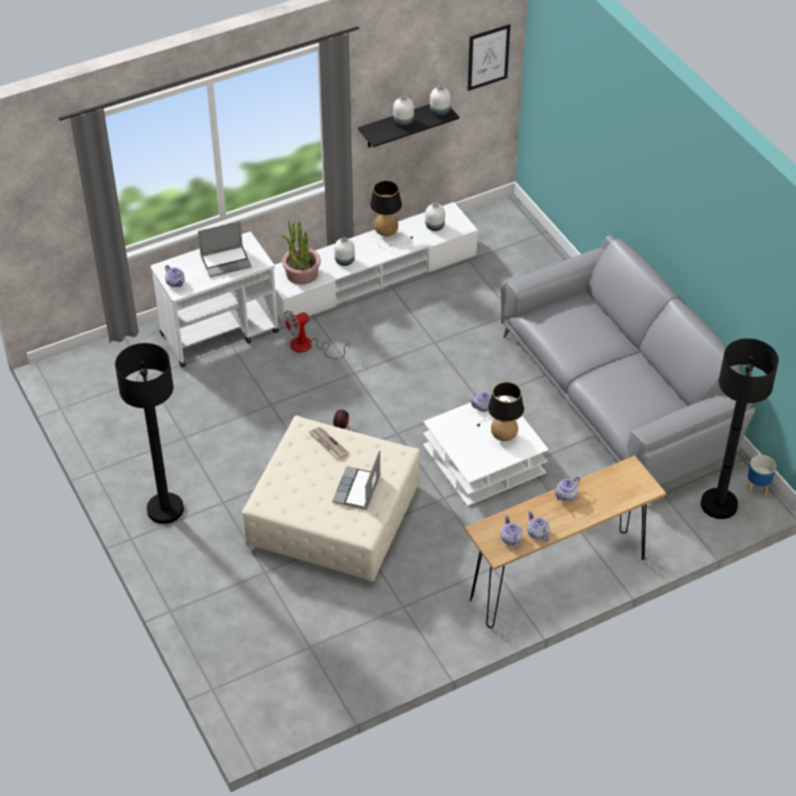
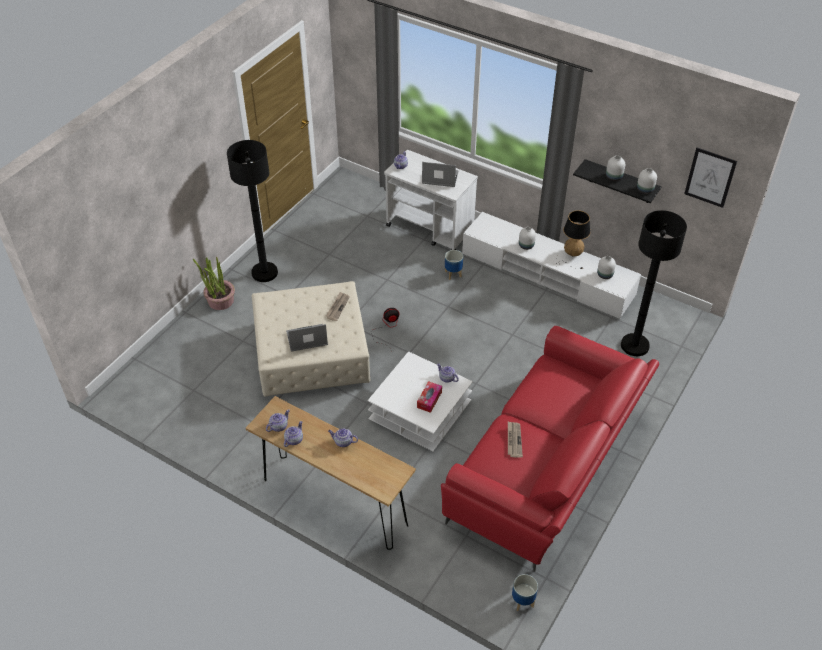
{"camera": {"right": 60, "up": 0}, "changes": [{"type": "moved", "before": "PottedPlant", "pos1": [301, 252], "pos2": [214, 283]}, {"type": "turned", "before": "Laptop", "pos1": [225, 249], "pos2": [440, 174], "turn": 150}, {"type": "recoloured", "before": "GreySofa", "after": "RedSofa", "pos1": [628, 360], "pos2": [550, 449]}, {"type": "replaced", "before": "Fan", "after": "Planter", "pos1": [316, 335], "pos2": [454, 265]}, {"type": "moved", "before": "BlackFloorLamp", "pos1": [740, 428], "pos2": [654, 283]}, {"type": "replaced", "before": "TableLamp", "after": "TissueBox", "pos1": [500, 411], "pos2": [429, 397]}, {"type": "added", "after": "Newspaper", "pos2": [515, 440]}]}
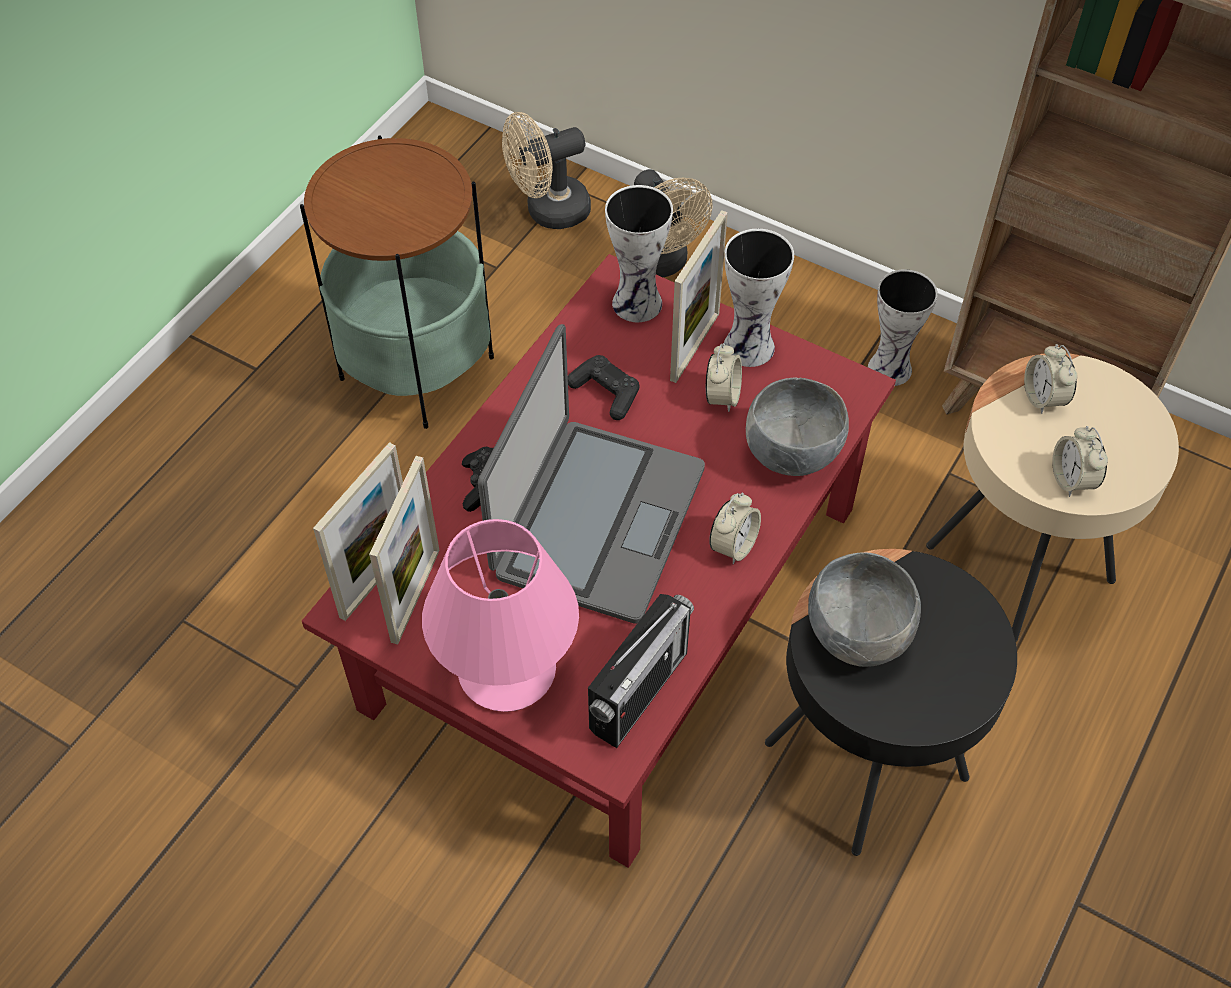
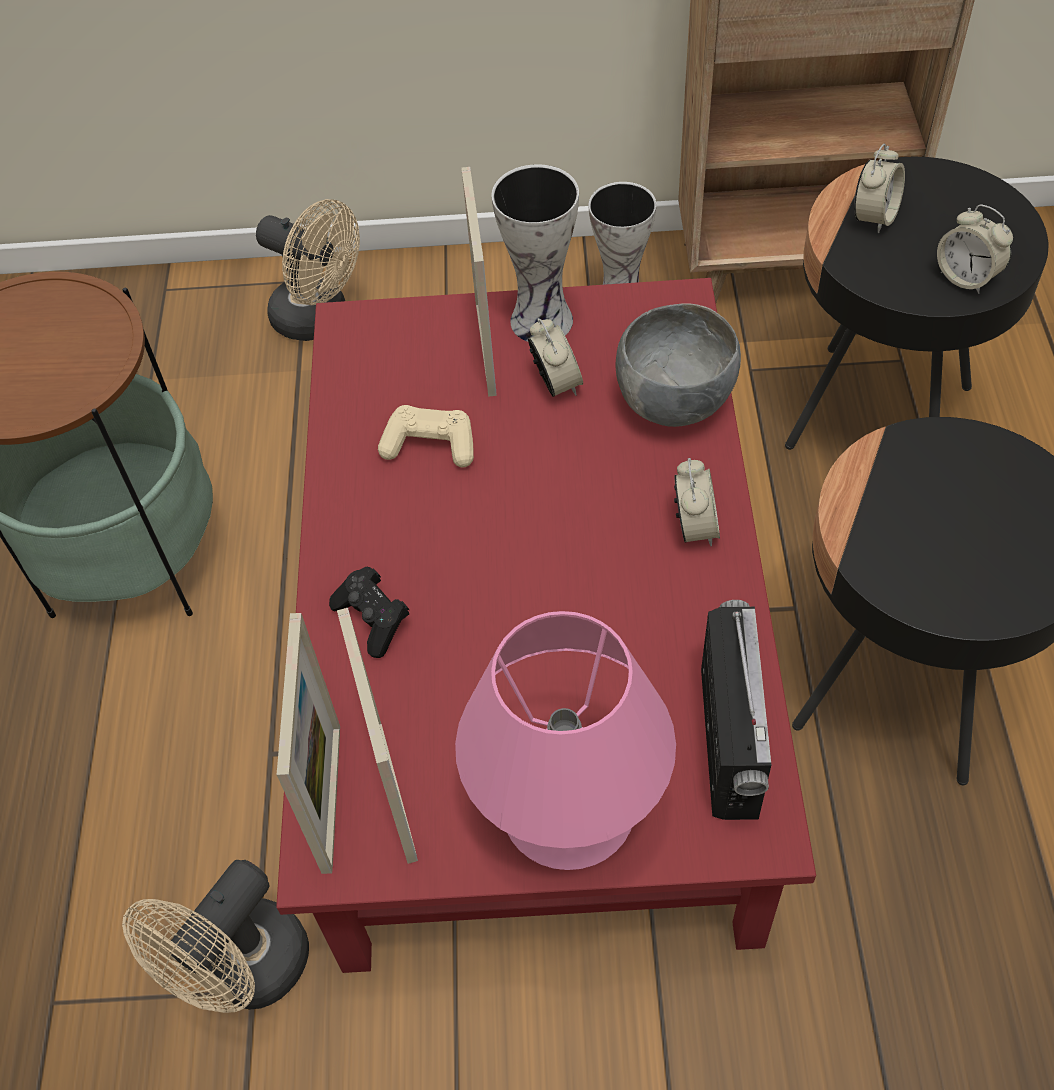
{"camera": {"right": -30, "up": 0}, "changes": [{"type": "moved", "before": "BeigeFan", "pos1": [546, 170], "pos2": [215, 936]}, {"type": "removed", "before": "Vase", "pos1": [639, 253]}, {"type": "removed", "before": "Laptop", "pos1": [591, 474]}, {"type": "turned", "before": "AlarmClock", "pos1": [1050, 379], "pos2": [879, 188], "turn": -105}, {"type": "recoloured", "before": "BeigeSideTable", "after": "BlackSideTable", "pos1": [1052, 497], "pos2": [916, 303]}, {"type": "recoloured", "before": "BlackGameController", "after": "BeigeGameController", "pos1": [603, 387], "pos2": [426, 436]}, {"type": "removed", "before": "GreyBowl", "pos1": [864, 609]}]}
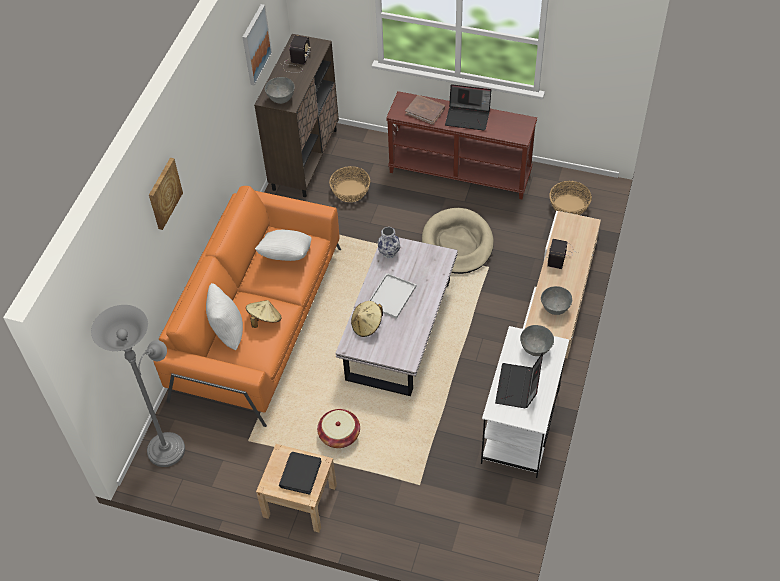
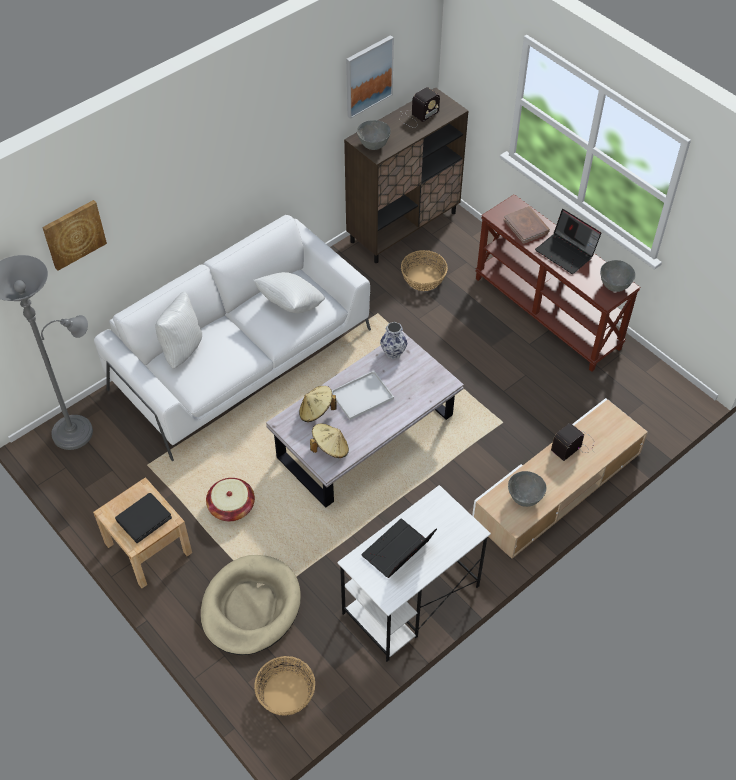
{"camera": {"right": 30, "up": 0}, "changes": [{"type": "moved", "before": "Picture", "pos1": [166, 194], "pos2": [74, 235]}, {"type": "moved", "before": "Basket", "pos1": [570, 198], "pos2": [284, 686]}, {"type": "recoloured", "before": "OrangeSofa", "after": "WhiteSofa", "pos1": [247, 306], "pos2": [232, 338]}, {"type": "moved", "before": "BeigeDogBed", "pos1": [458, 241], "pos2": [251, 605]}, {"type": "moved", "before": "BeigeHat", "pos1": [263, 314], "pos2": [329, 441]}, {"type": "moved", "before": "GreyBowl", "pos1": [537, 340], "pos2": [618, 276]}]}
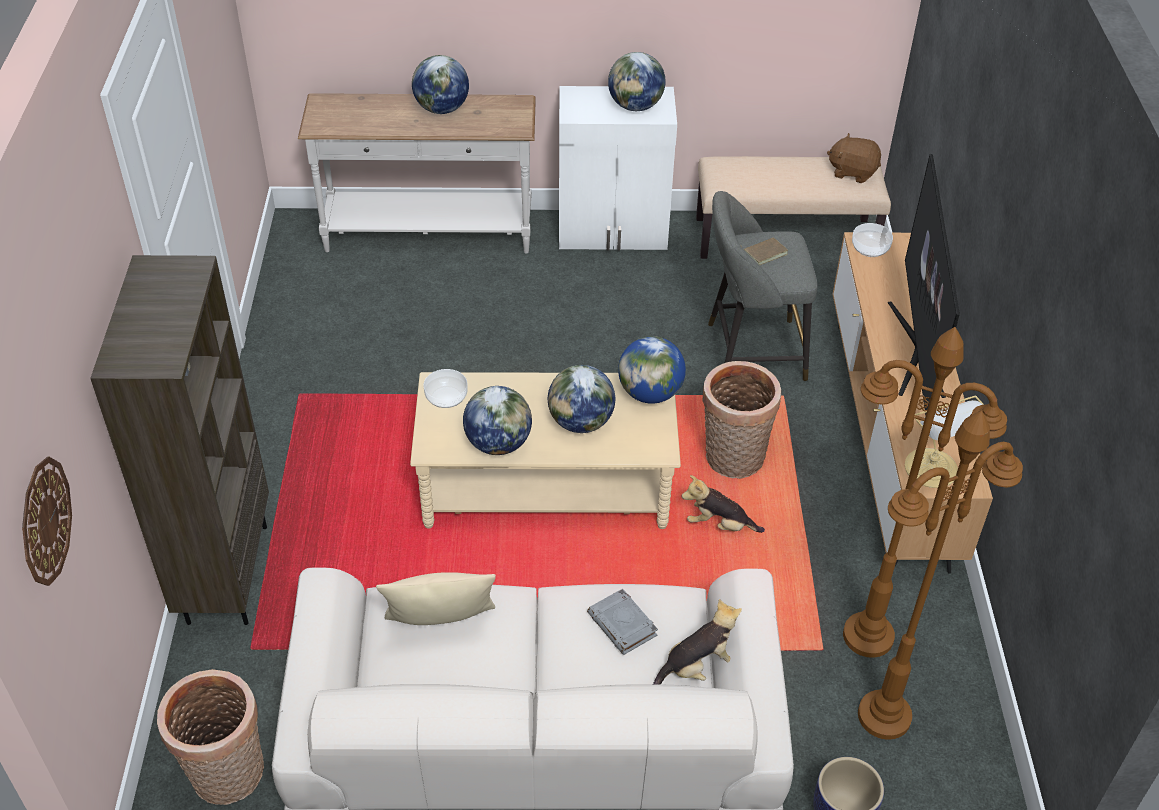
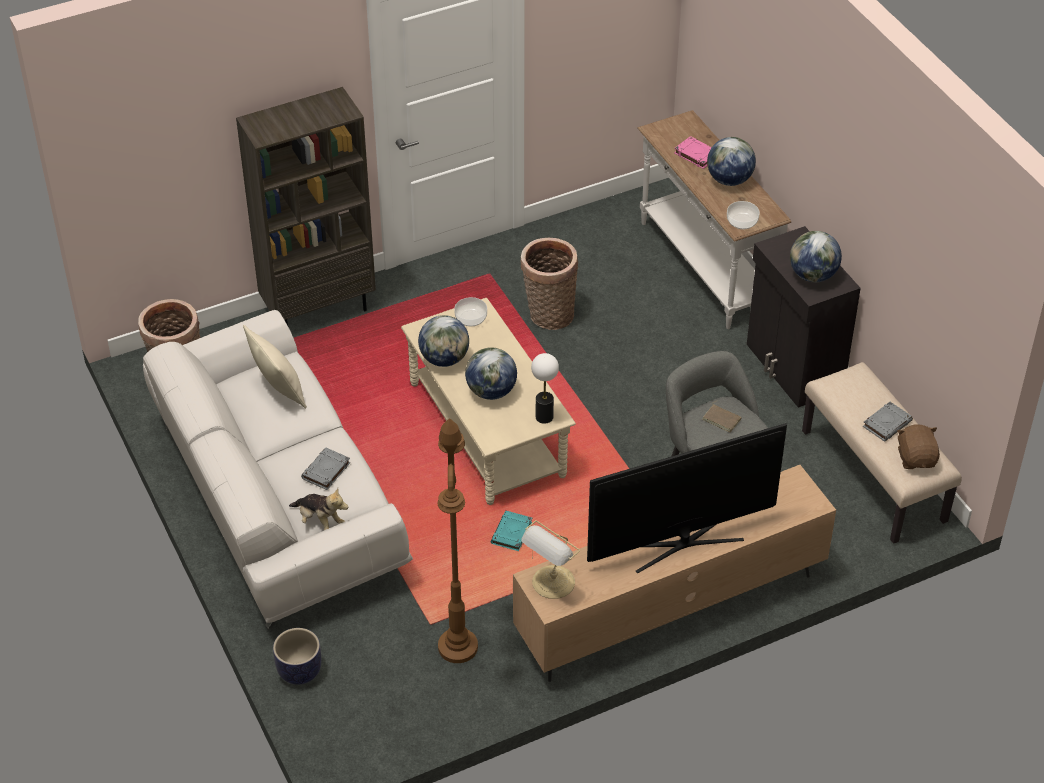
{"camera": {"right": 65, "up": 0}, "changes": [{"type": "recoloured", "before": "WhiteCabinet", "after": "BlackCabinet", "pos1": [618, 168], "pos2": [804, 317]}, {"type": "moved", "before": "Bowl", "pos1": [872, 240], "pos2": [743, 215]}, {"type": "replaced", "before": "Globe", "after": "TableLamp", "pos1": [652, 370], "pos2": [545, 388]}, {"type": "moved", "before": "Basket", "pos1": [742, 420], "pos2": [549, 284]}, {"type": "removed", "before": "BrownFloorLamp", "pos1": [940, 575]}, {"type": "removed", "before": "WallClock", "pos1": [47, 521]}, {"type": "replaced", "before": "PlushToy", "after": "TurquoiseBook", "pos1": [723, 504], "pos2": [511, 531]}, {"type": "added", "after": "PinkBook", "pos2": [693, 152]}, {"type": "added", "after": "GreyBook", "pos2": [888, 422]}]}
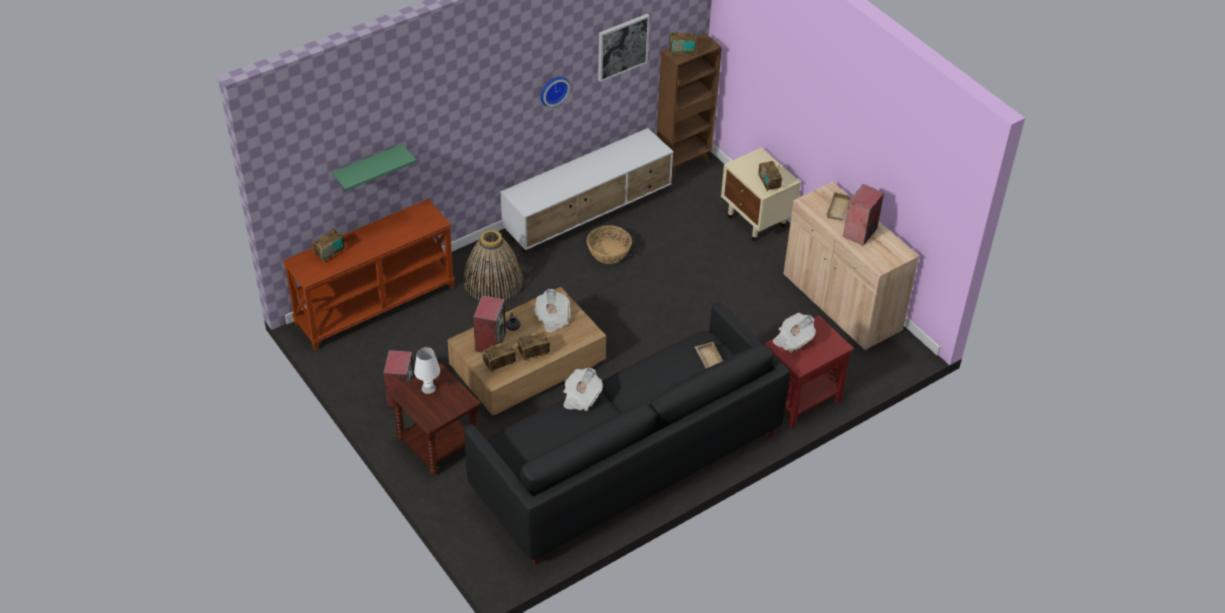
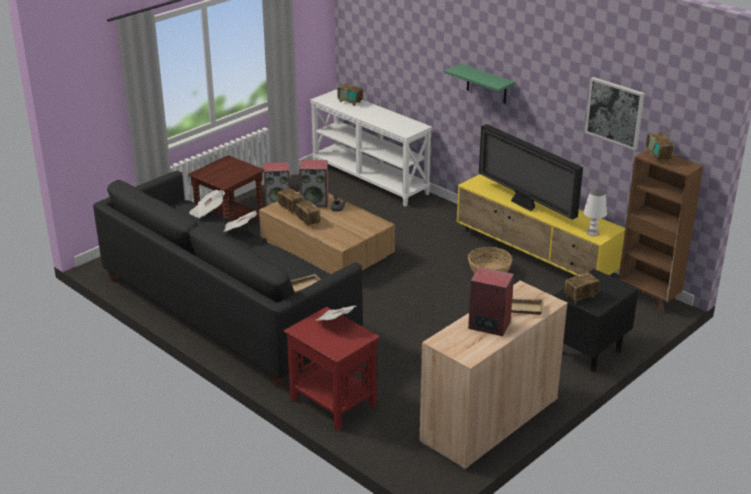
{"camera": {"right": 80, "up": -15}, "changes": [{"type": "removed", "before": "WallClock", "pos1": [555, 91]}, {"type": "recoloured", "before": "WhiteTvStand", "after": "YellowTvStand", "pos1": [587, 190], "pos2": [540, 225]}, {"type": "moved", "before": "GreenShelf", "pos1": [374, 167], "pos2": [480, 84]}, {"type": "recoloured", "before": "BeigeNightstand", "after": "BlackNightstand", "pos1": [761, 194], "pos2": [596, 320]}, {"type": "recoloured", "before": "BrownConsoleTable", "after": "WhiteConsoleTable", "pos1": [369, 275], "pos2": [371, 148]}, {"type": "removed", "before": "Basket", "pos1": [493, 265]}, {"type": "moved", "before": "Newspaper", "pos1": [552, 311], "pos2": [207, 204]}, {"type": "moved", "before": "WhiteTableLamp", "pos1": [427, 370], "pos2": [595, 212]}, {"type": "added", "after": "Television", "pos2": [531, 172]}]}
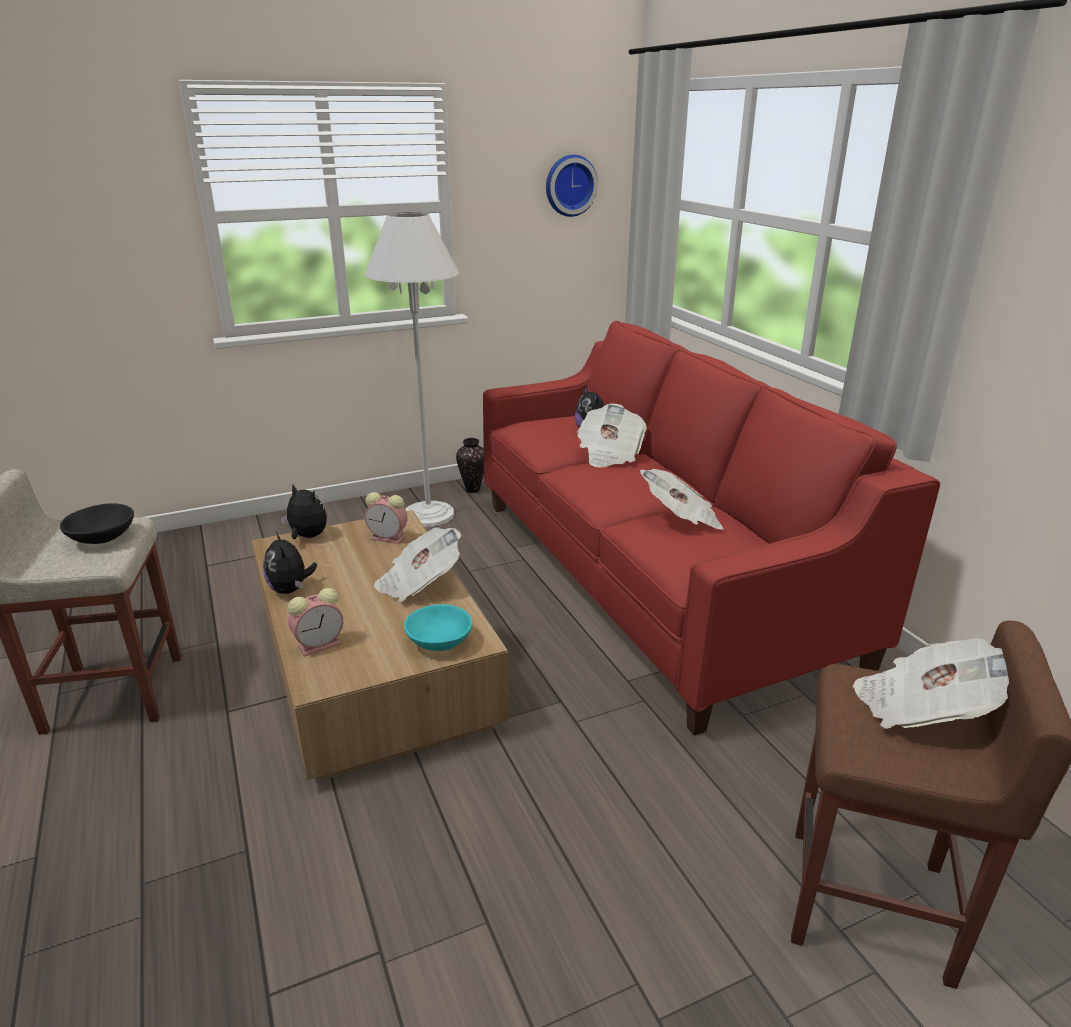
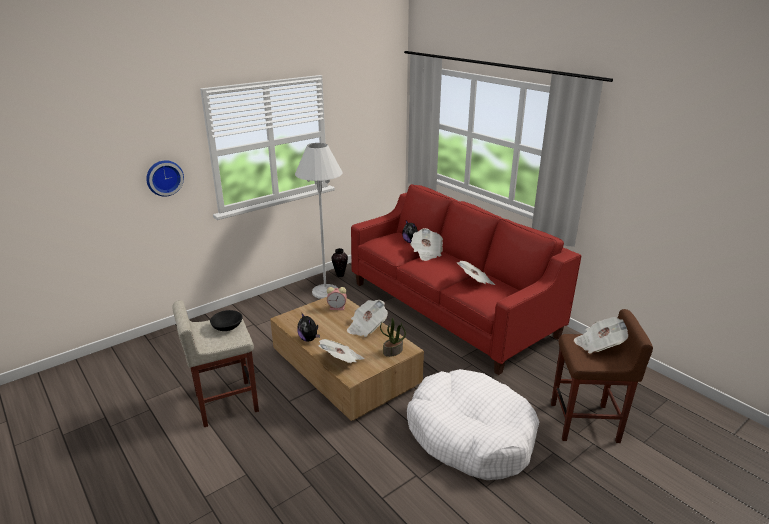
{"camera": {"right": -15, "up": 0}, "changes": [{"type": "moved", "before": "WallClock", "pos1": [572, 186], "pos2": [165, 178]}, {"type": "removed", "before": "PlushToy", "pos1": [303, 511]}, {"type": "replaced", "before": "AlarmClock", "after": "Newspaper", "pos1": [315, 622], "pos2": [341, 351]}, {"type": "replaced", "before": "TurquoiseBowl", "after": "PottedPlant", "pos1": [438, 627], "pos2": [393, 337]}, {"type": "added", "after": "WhiteDogBed", "pos2": [473, 424]}]}
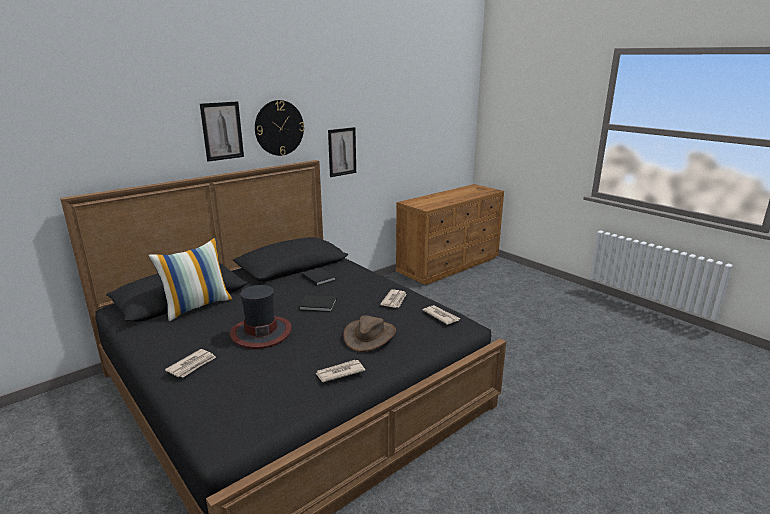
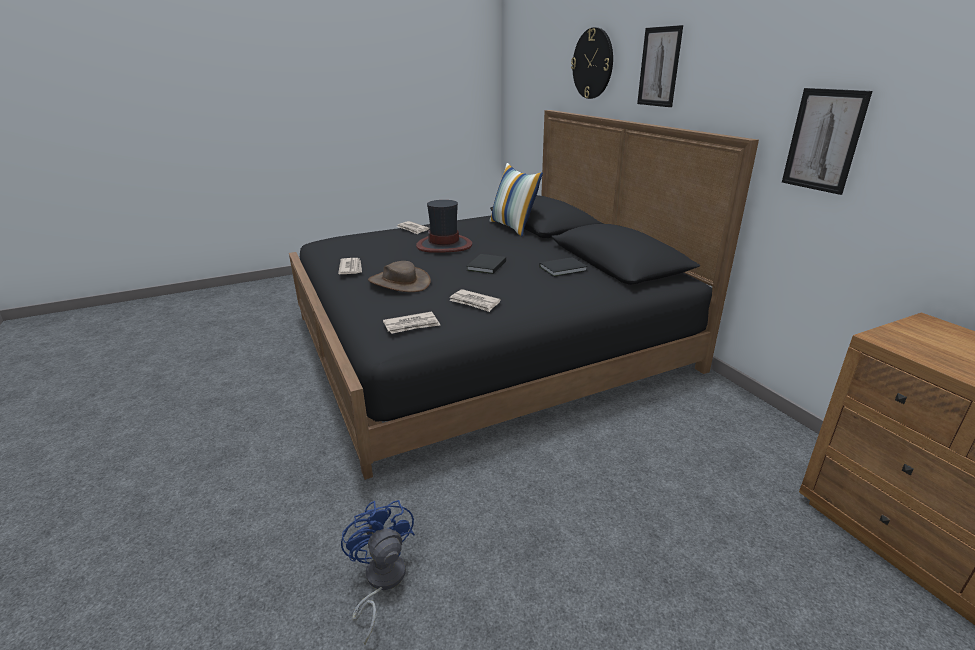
{"camera": {"right": 105, "up": 5}, "changes": [{"type": "moved", "before": "WallClock", "pos1": [280, 128], "pos2": [592, 63]}, {"type": "added", "after": "BlueFan", "pos2": [378, 572]}]}
